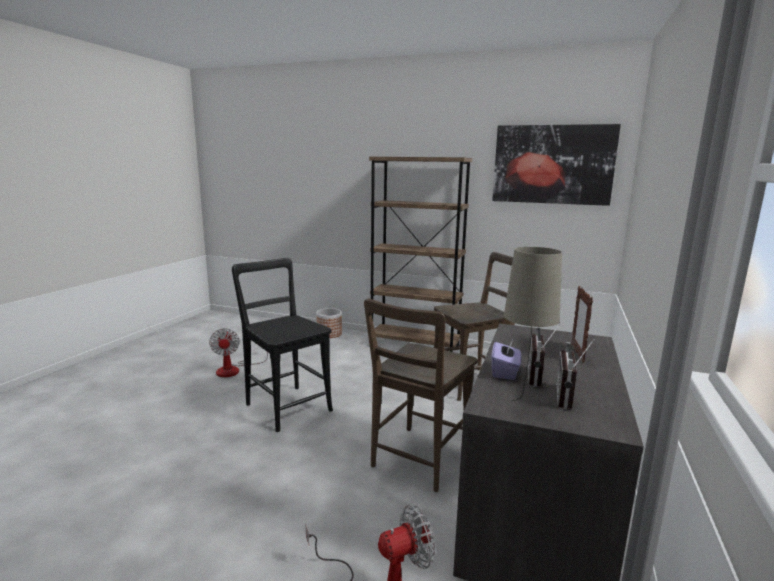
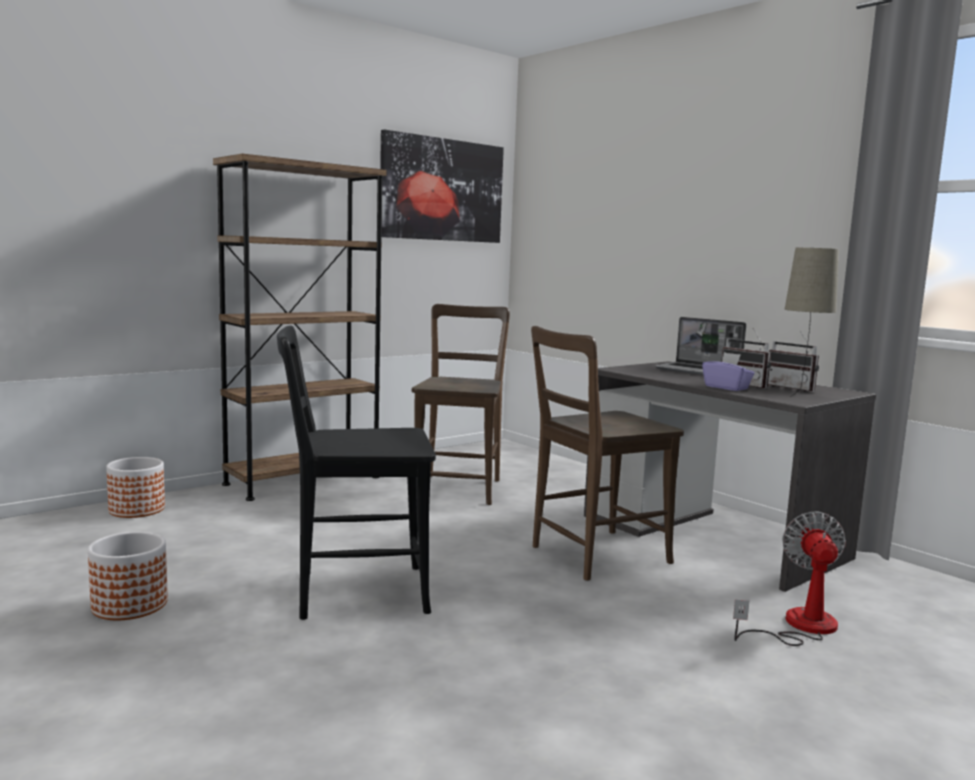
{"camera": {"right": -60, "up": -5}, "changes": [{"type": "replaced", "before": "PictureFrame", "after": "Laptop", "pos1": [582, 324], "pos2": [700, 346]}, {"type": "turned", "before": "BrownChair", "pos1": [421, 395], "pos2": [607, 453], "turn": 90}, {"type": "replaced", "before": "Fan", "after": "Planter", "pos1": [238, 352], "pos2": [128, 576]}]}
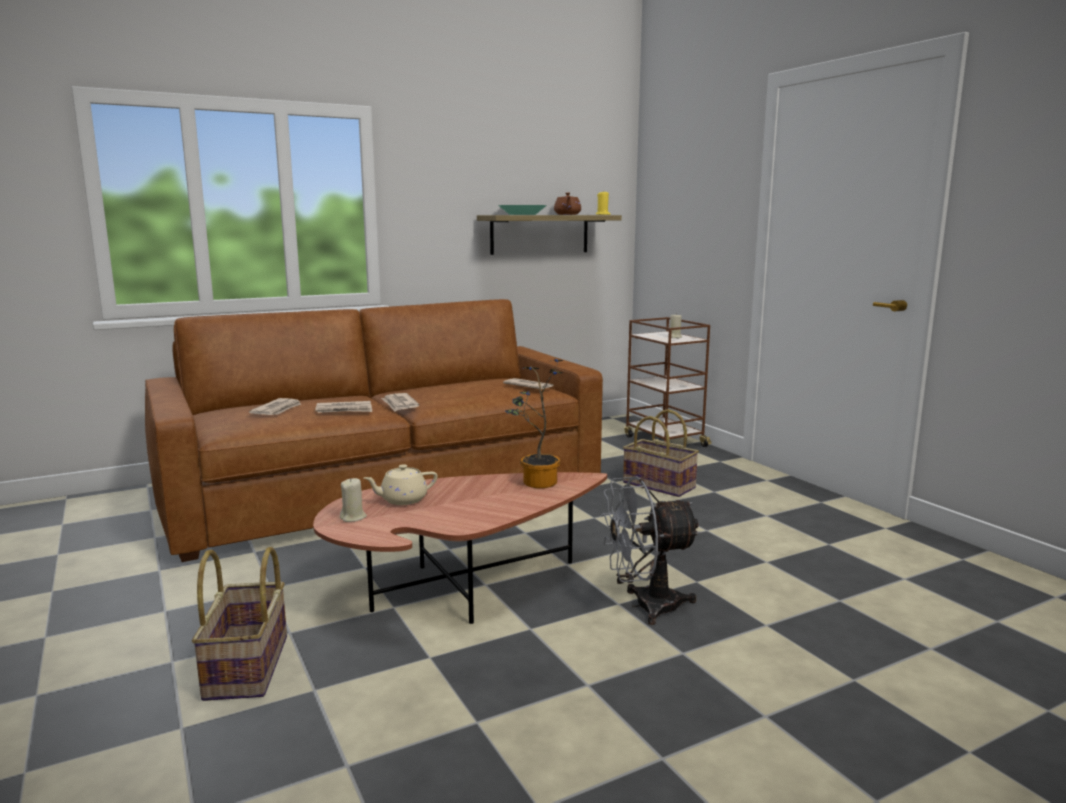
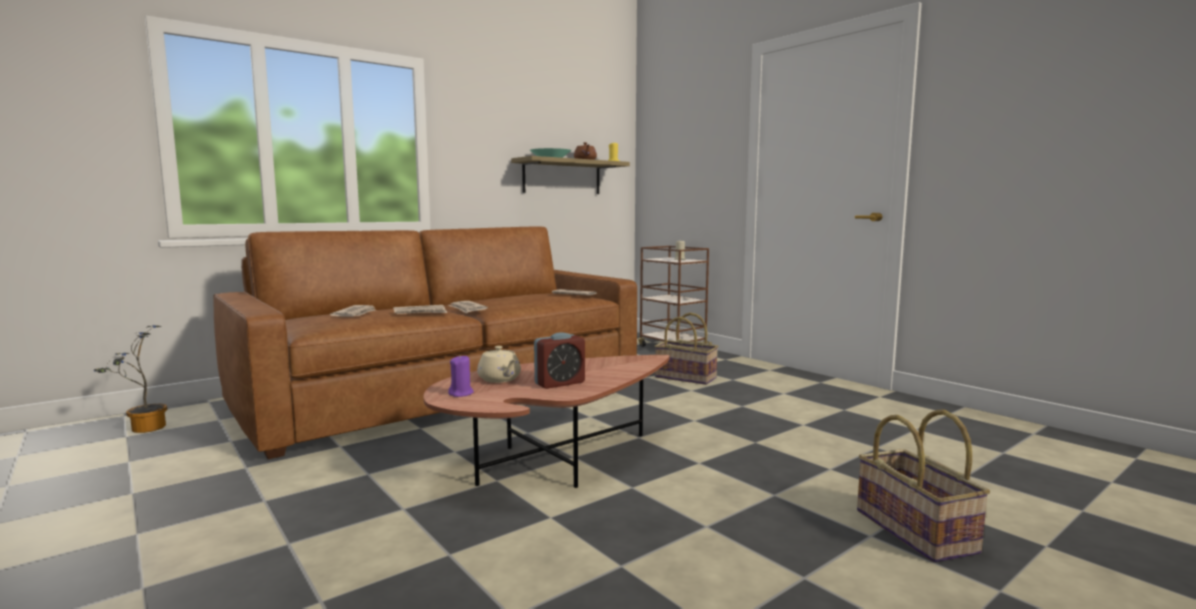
{"camera": {"right": -10, "up": -5}, "changes": [{"type": "moved", "before": "PottedPlant", "pos1": [534, 423], "pos2": [130, 379]}, {"type": "turned", "before": "BeigeTeapot", "pos1": [400, 484], "pos2": [499, 364], "turn": -90}, {"type": "removed", "before": "GreyFan", "pos1": [651, 550]}, {"type": "recoloured", "before": "BeigeCandle", "after": "PurpleCandle", "pos1": [353, 500], "pos2": [461, 376]}, {"type": "moved", "before": "Basket", "pos1": [239, 624], "pos2": [923, 486]}, {"type": "added", "after": "AlarmClock", "pos2": [559, 360]}]}
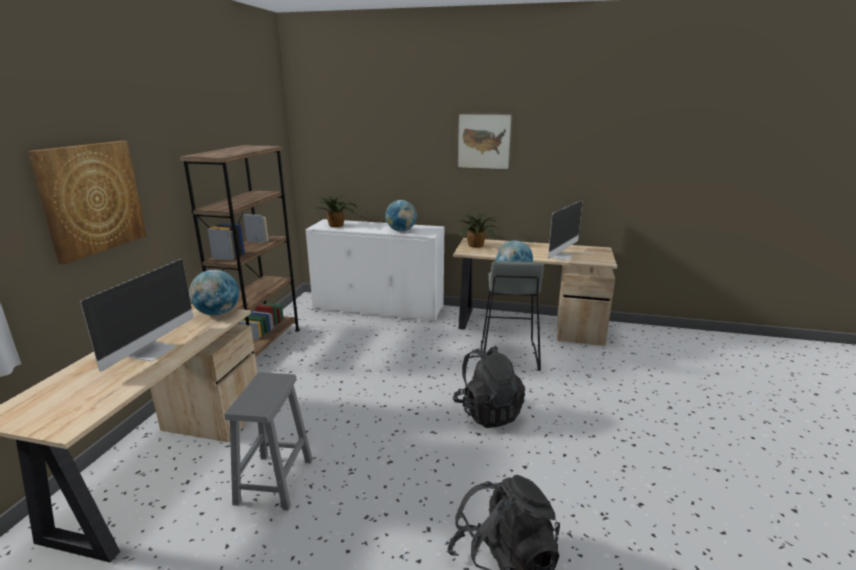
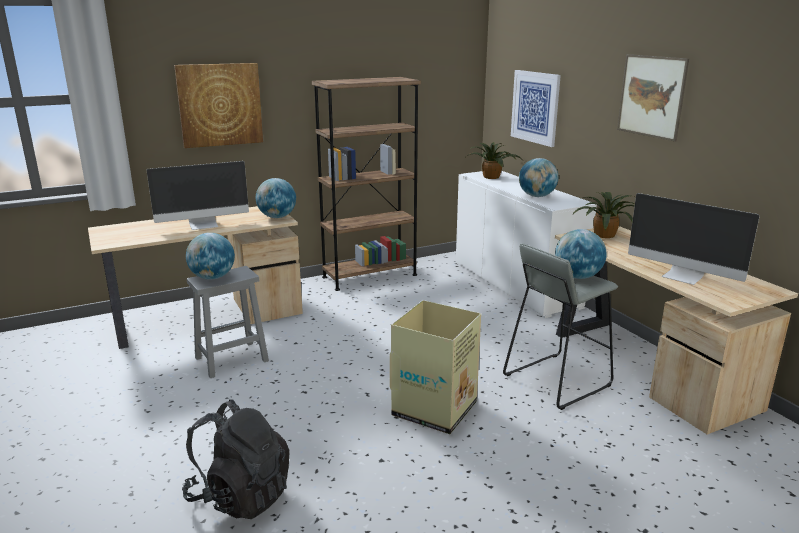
{"camera": {"right": 50, "up": 0}, "changes": [{"type": "turned", "before": "Monitor", "pos1": [565, 230], "pos2": [694, 239], "turn": 45}, {"type": "replaced", "before": "BlackBackpack", "after": "CardboardBox", "pos1": [489, 387], "pos2": [435, 367]}, {"type": "added", "after": "Picture", "pos2": [536, 108]}, {"type": "added", "after": "Globe", "pos2": [210, 256]}]}
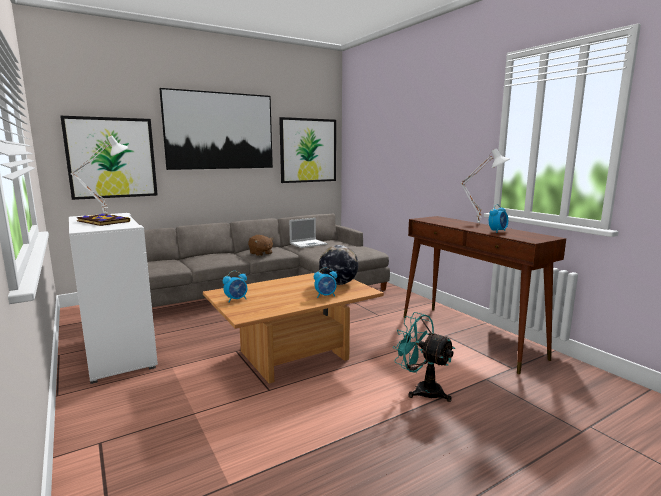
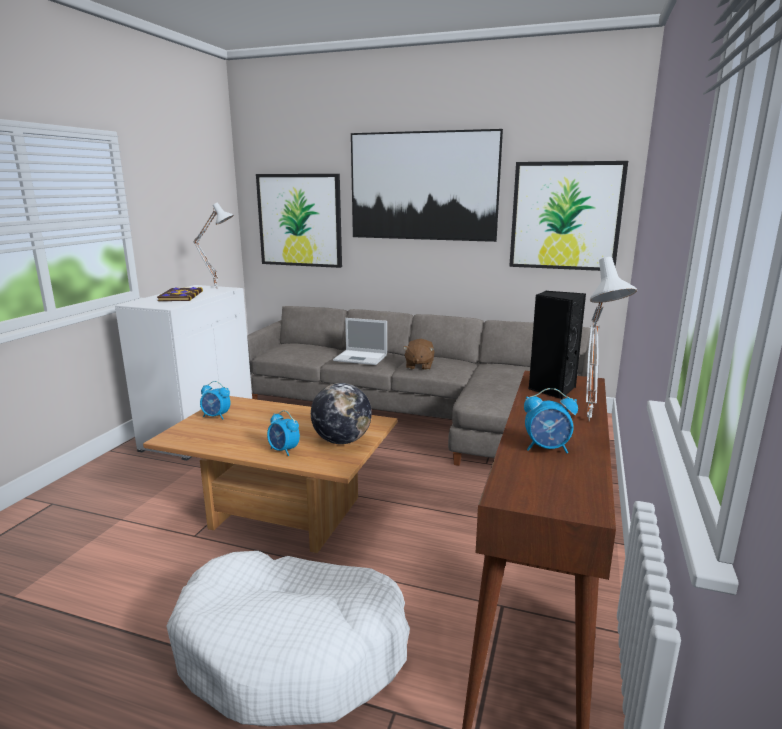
{"camera": {"right": 50, "up": 5}, "changes": [{"type": "moved", "before": "Laptop", "pos1": [308, 233], "pos2": [360, 341]}, {"type": "replaced", "before": "TurquoiseFan", "after": "WhiteDogBed", "pos1": [424, 357], "pos2": [288, 638]}, {"type": "added", "after": "BlackSpeaker", "pos2": [557, 345]}]}
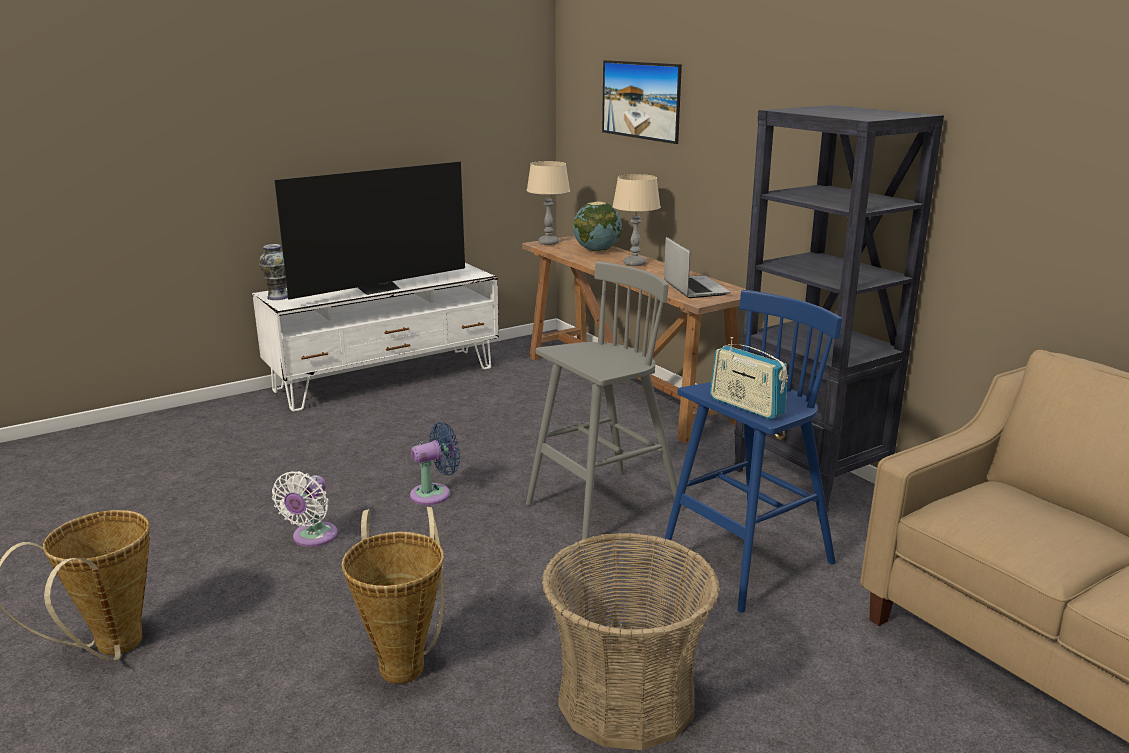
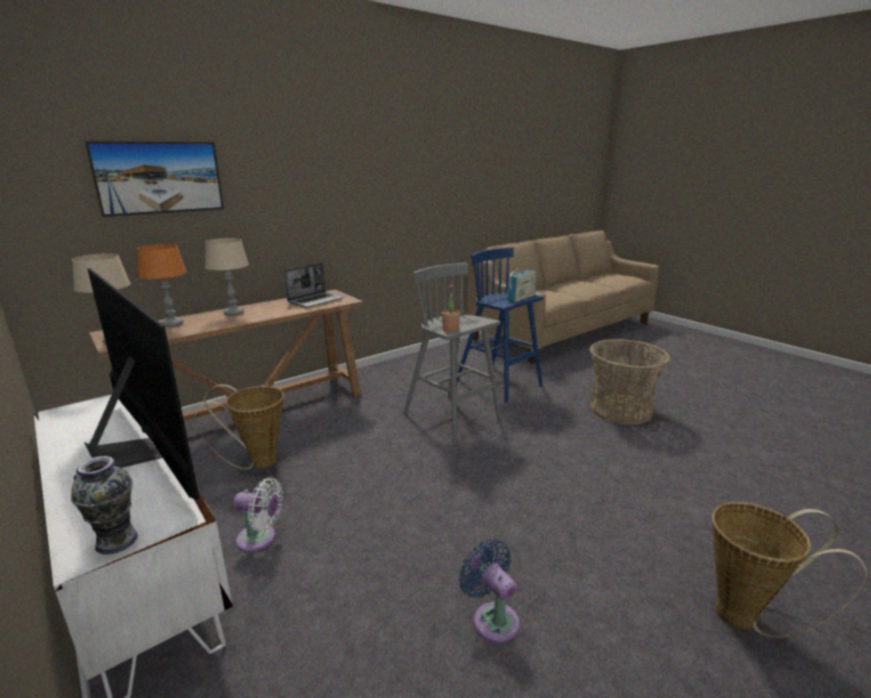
{"camera": {"right": -95, "up": 0}, "changes": [{"type": "removed", "before": "BlackBookcase", "pos1": [839, 308]}, {"type": "replaced", "before": "Globe", "after": "OrangeTableLamp", "pos1": [597, 226], "pos2": [162, 285]}, {"type": "turned", "before": "Laptop", "pos1": [697, 267], "pos2": [314, 285], "turn": 150}, {"type": "moved", "before": "BlueFan", "pos1": [435, 463], "pos2": [489, 591]}, {"type": "moved", "before": "WhiteFan", "pos1": [305, 509], "pos2": [258, 515]}, {"type": "moved", "before": "Basket", "pos1": [393, 595], "pos2": [239, 426]}, {"type": "added", "after": "PottedPlant", "pos2": [450, 308]}]}
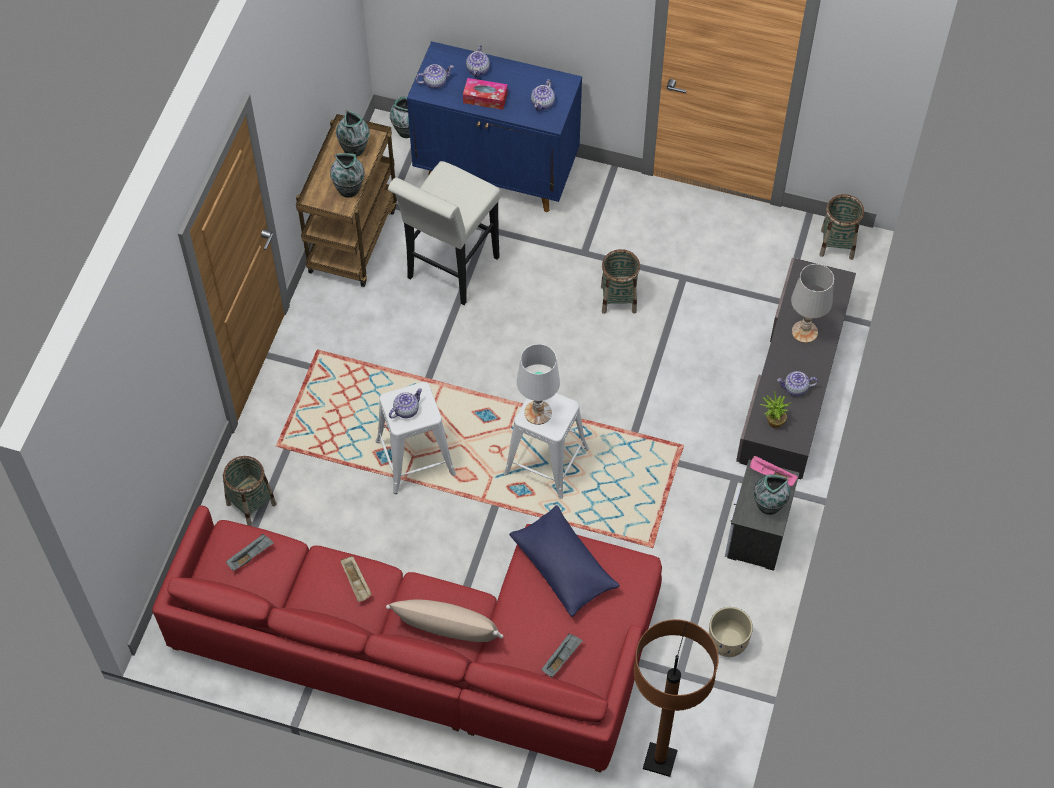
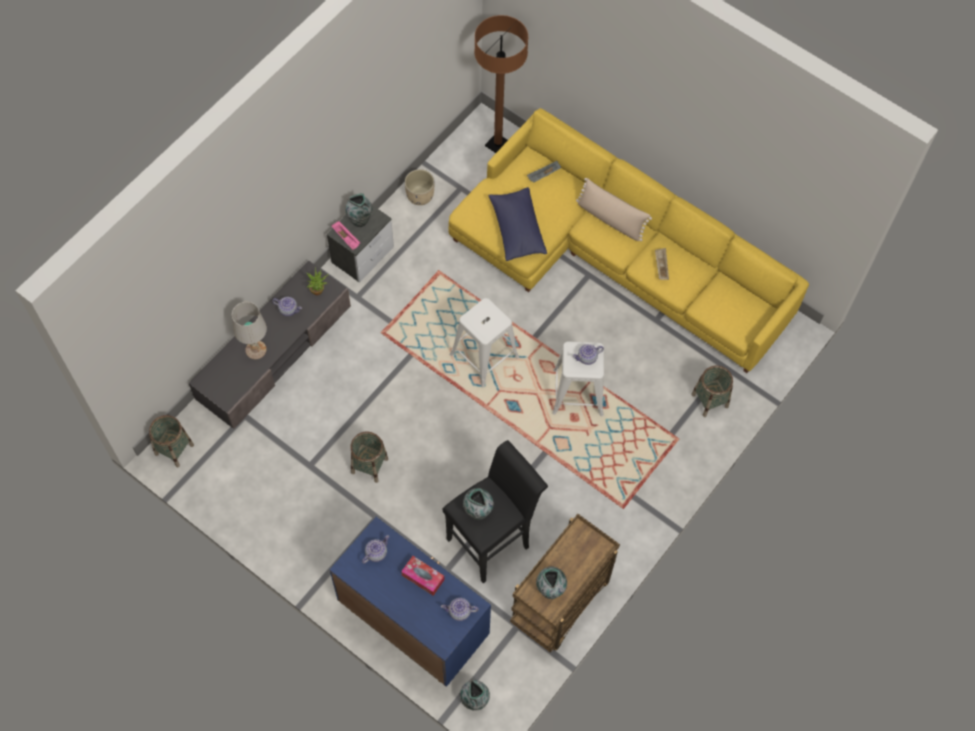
{"camera": {"right": -160, "up": 5}, "changes": [{"type": "removed", "before": "Teapot", "pos1": [478, 61]}, {"type": "moved", "before": "Vase", "pos1": [347, 175], "pos2": [478, 504]}, {"type": "recoloured", "before": "WhiteStool", "after": "BlackStool", "pos1": [444, 233], "pos2": [495, 511]}, {"type": "removed", "before": "WhiteTableLamp", "pos1": [538, 384]}, {"type": "recoloured", "before": "RedSofa", "after": "YellowSofa", "pos1": [407, 639], "pos2": [628, 240]}, {"type": "removed", "before": "GreyTray", "pos1": [250, 552]}]}
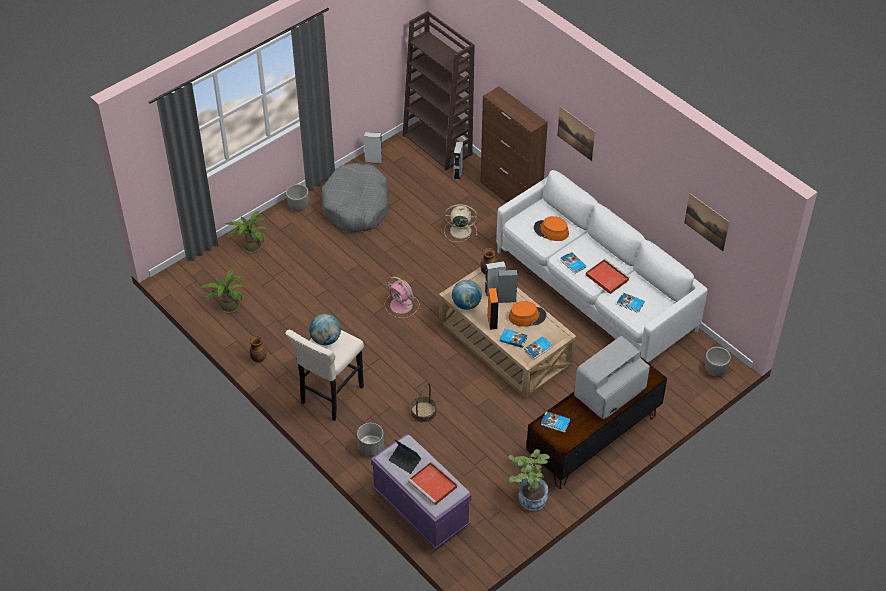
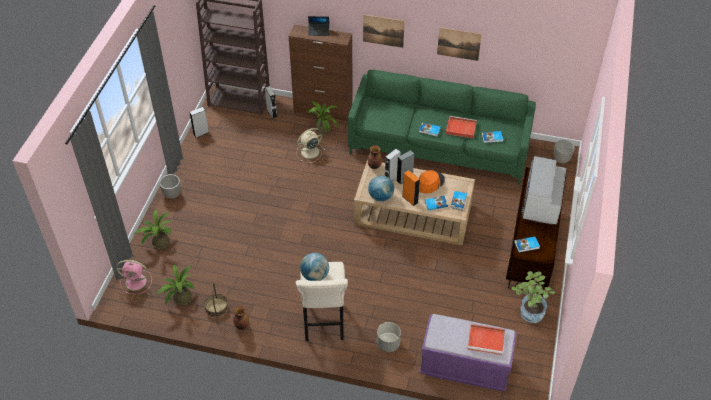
{"camera": {"right": -35, "up": 0}, "changes": [{"type": "removed", "before": "GreyDogBed", "pos1": [355, 197]}, {"type": "recoloured", "before": "WhiteSofa", "after": "GreenSofa", "pos1": [602, 266], "pos2": [442, 127]}, {"type": "moved", "before": "Picture", "pos1": [707, 222], "pos2": [459, 44]}, {"type": "removed", "before": "OrangeHat", "pos1": [551, 228]}, {"type": "moved", "before": "PinkFan", "pos1": [401, 297], "pos2": [134, 277]}, {"type": "moved", "before": "Basket", "pos1": [424, 403], "pos2": [216, 299]}, {"type": "moved", "before": "Laptop", "pos1": [405, 456], "pos2": [318, 26]}, {"type": "added", "after": "PottedPlant", "pos2": [323, 118]}]}
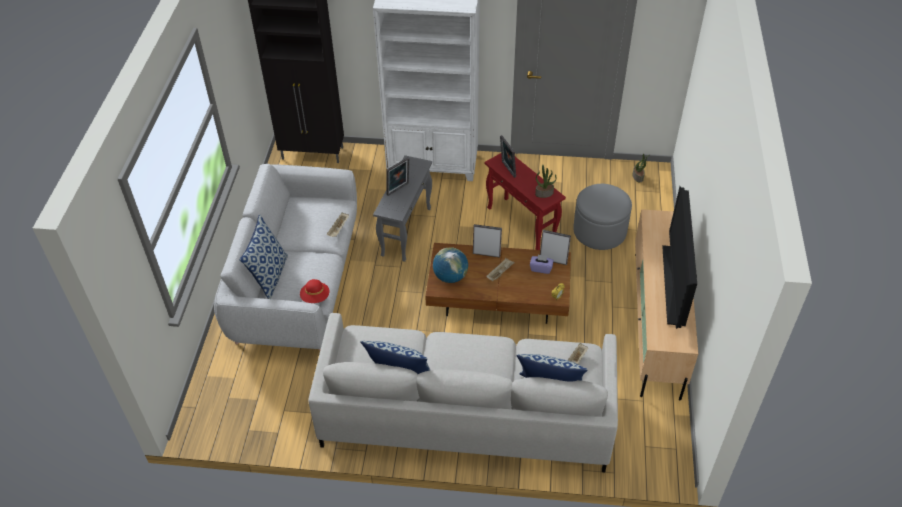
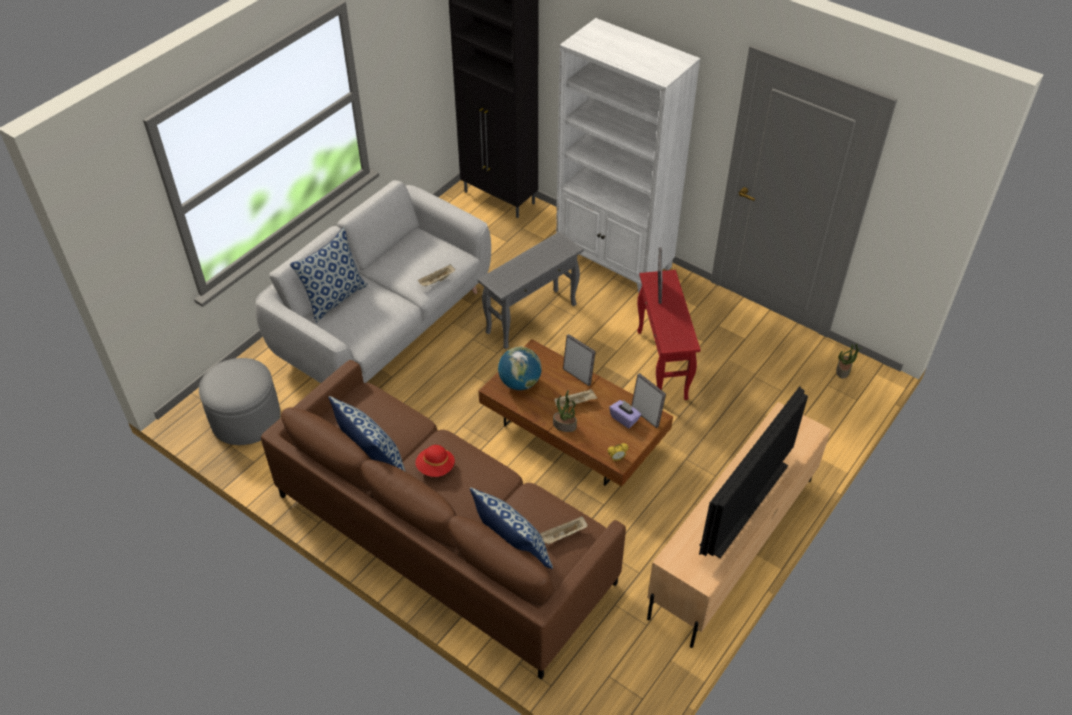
{"camera": {"right": 30, "up": 0}, "changes": [{"type": "removed", "before": "PictureFrame", "pos1": [397, 176]}, {"type": "moved", "before": "PottedPlant", "pos1": [546, 181], "pos2": [565, 411]}, {"type": "moved", "before": "GreyOttoman", "pos1": [602, 217], "pos2": [240, 401]}, {"type": "moved", "before": "RedHat", "pos1": [314, 291], "pos2": [435, 461]}, {"type": "recoloured", "before": "GreySofa", "after": "BrownSofa", "pos1": [463, 392], "pos2": [443, 519]}]}
